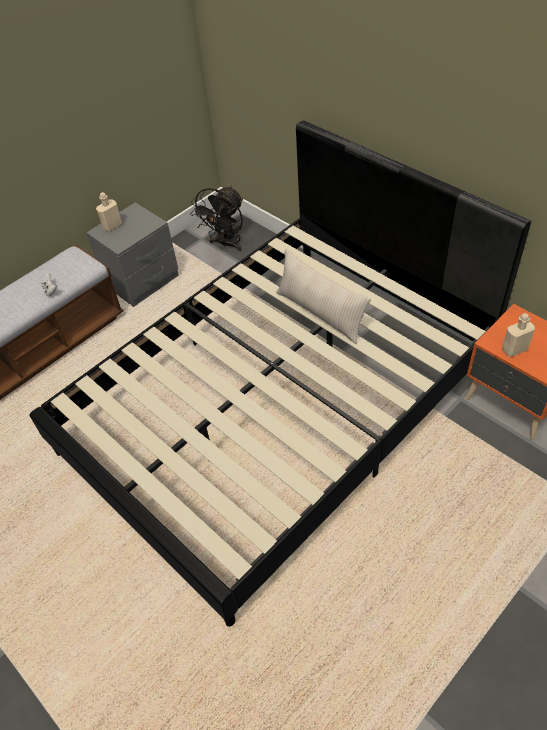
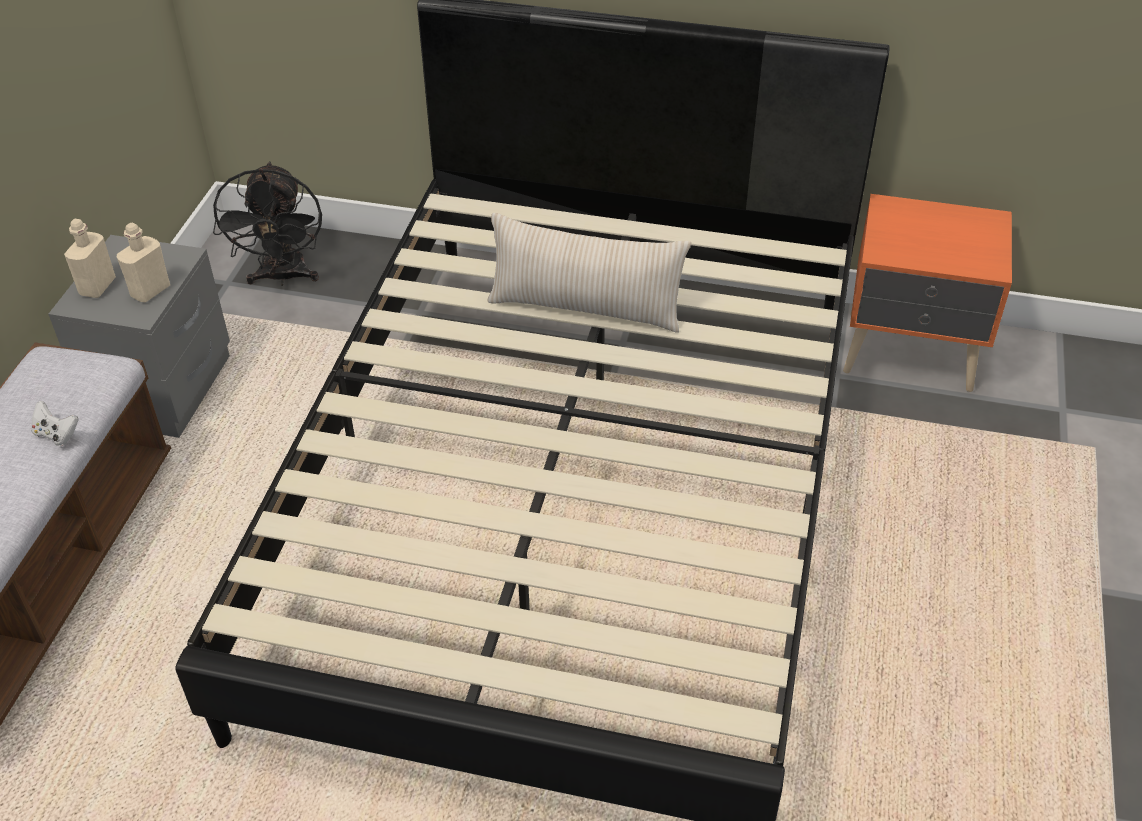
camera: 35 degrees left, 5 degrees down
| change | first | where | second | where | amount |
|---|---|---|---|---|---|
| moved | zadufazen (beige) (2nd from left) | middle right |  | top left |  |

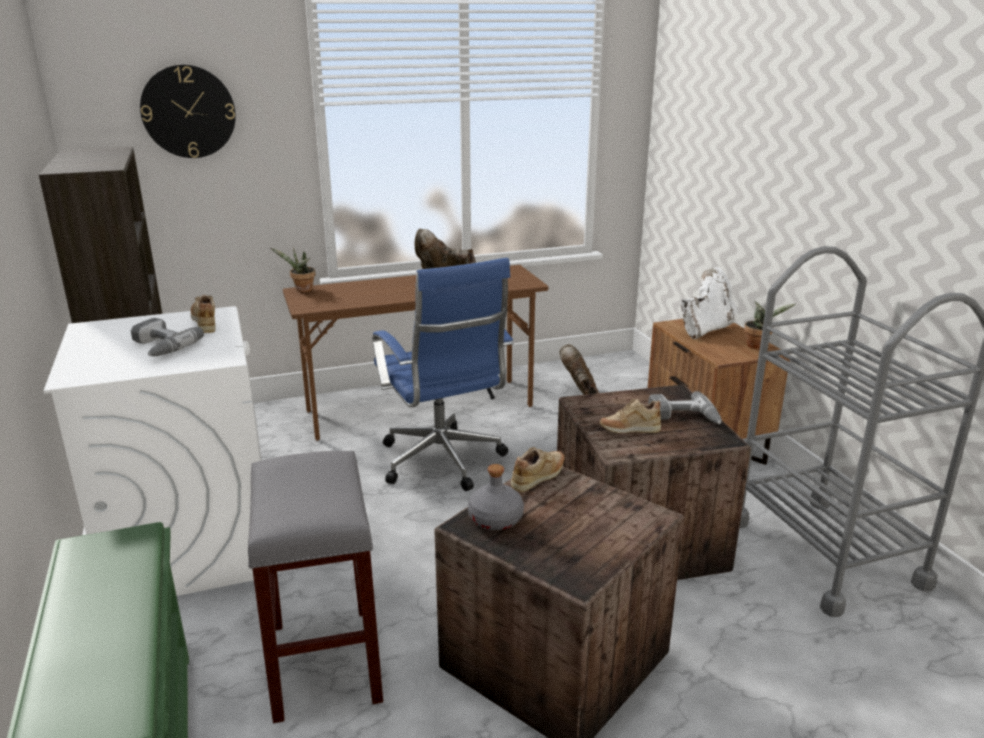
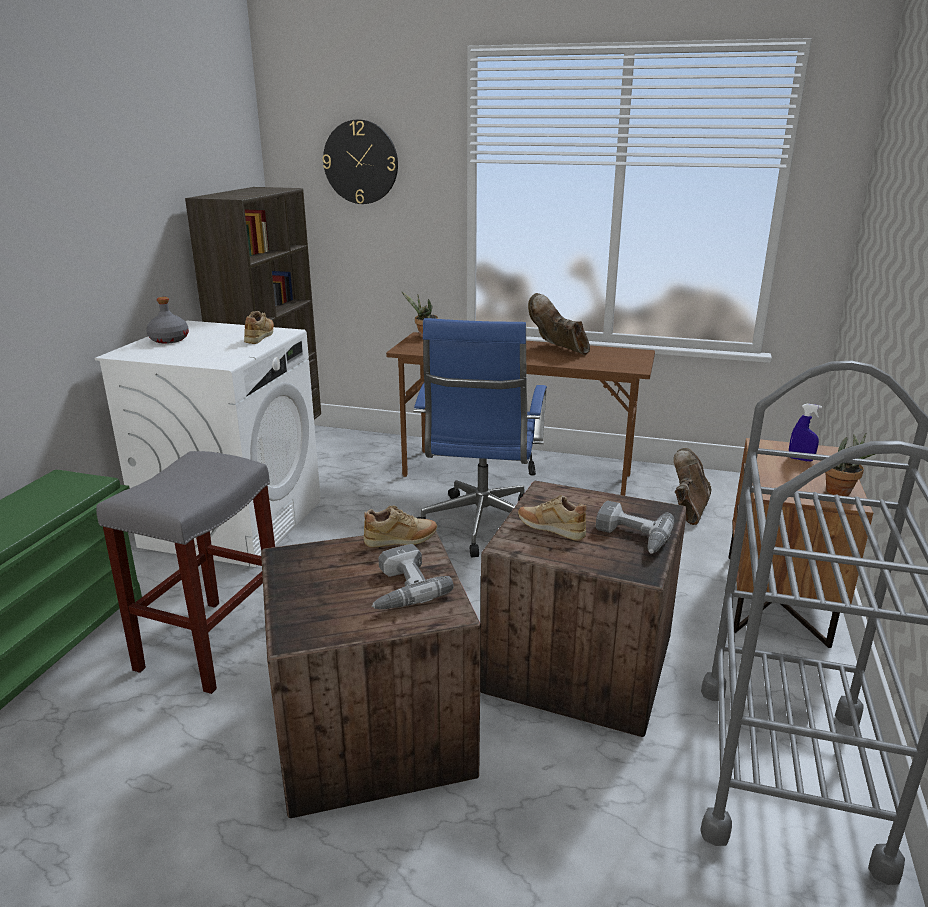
camera: 35 degrees right, 0 degrees up
| change | first | where | second | where | amount |
|---|---|---|---|---|---|
| moved | zadufazen (grey) | bottom centre |  | middle left |  |
| moved | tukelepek (1st from left) | middle left |  | centre |  |
| replaced | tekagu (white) | middle right | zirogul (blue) | middle right |  |

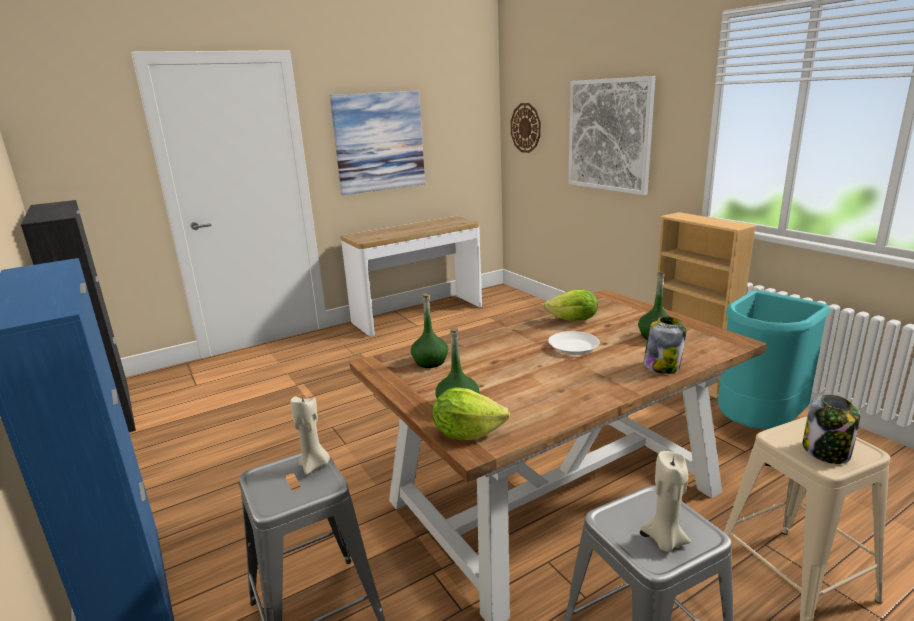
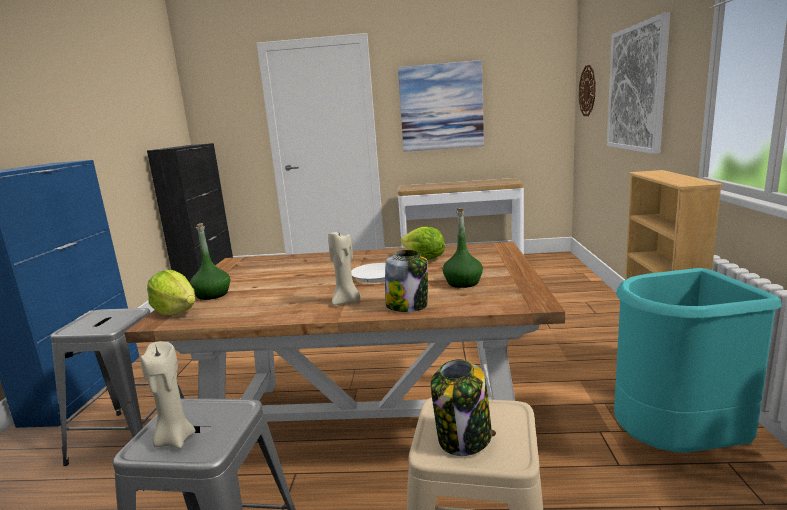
camera: 35 degrees right, 5 degrees down
| change | first | where | second | where | amount |
|---|---|---|---|---|---|
| moved | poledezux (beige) (1st from left in the first image) | bottom centre | poledezux (beige) (2nd from left) | centre |  |
| removed | zadufazen (green) (1st from left) | centre |  |  |  |

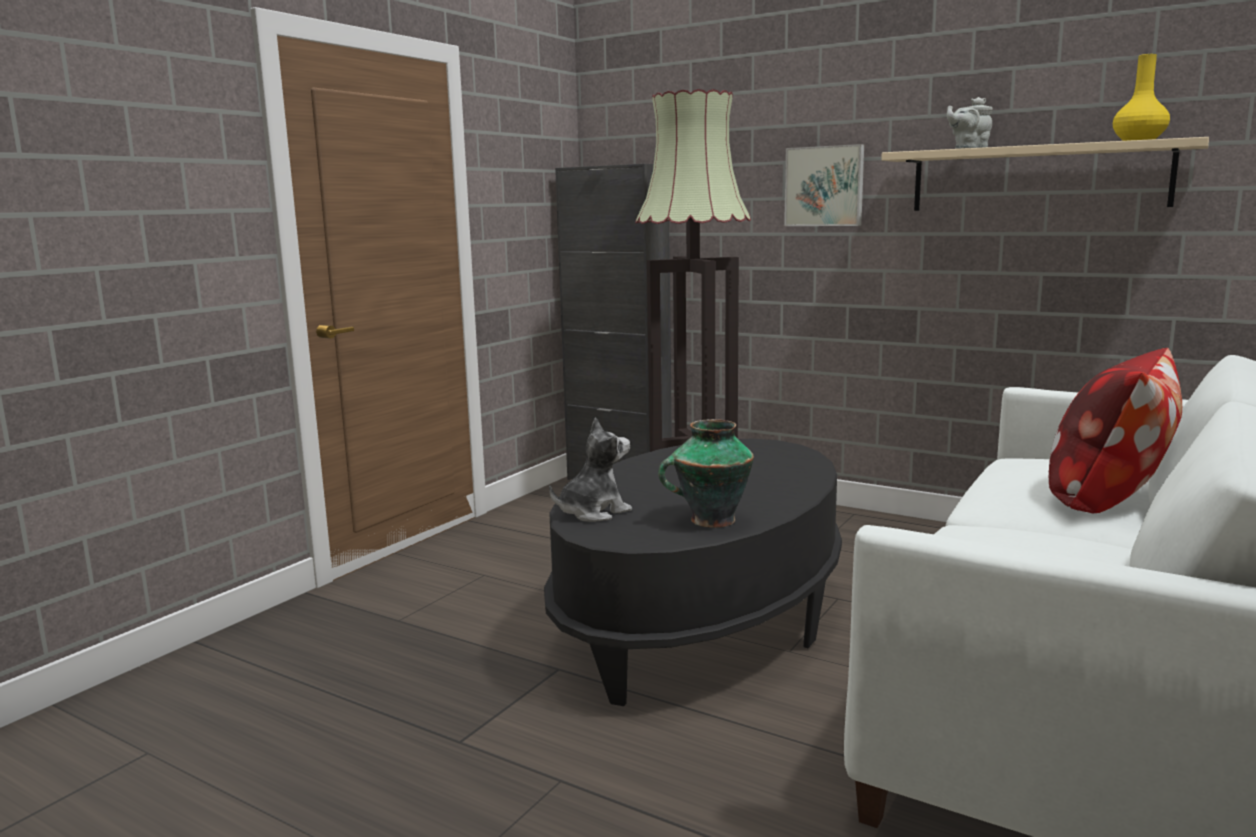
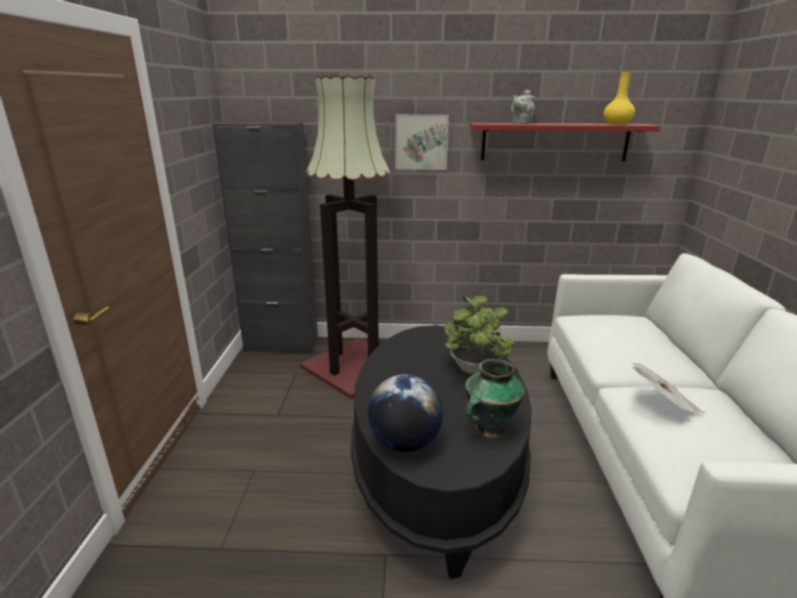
camera: 30 degrees left, 10 degrees up
| change | first | where | second | where | amount |
|---|---|---|---|---|---|
| replaced | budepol | centre | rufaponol | bottom centre |  |
| added |  |  | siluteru | centre |  |
| recoloured | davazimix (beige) | top right | davazimix (red) | top right |  |
| added |  |  | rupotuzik | middle right |  |
| removed | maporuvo | middle right |  |  |  |

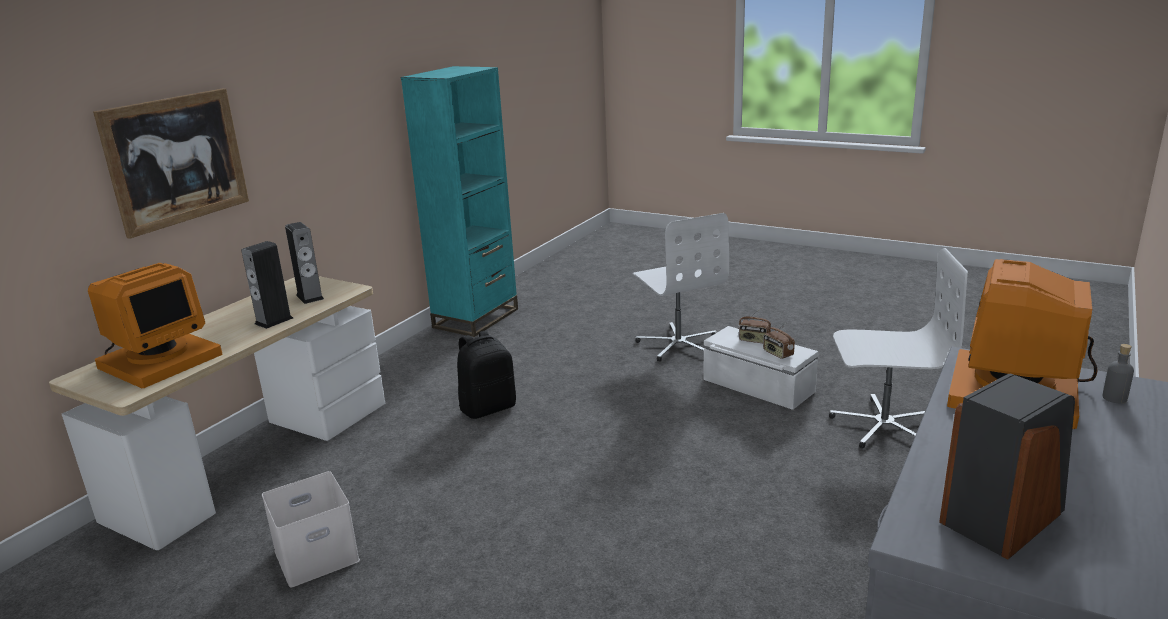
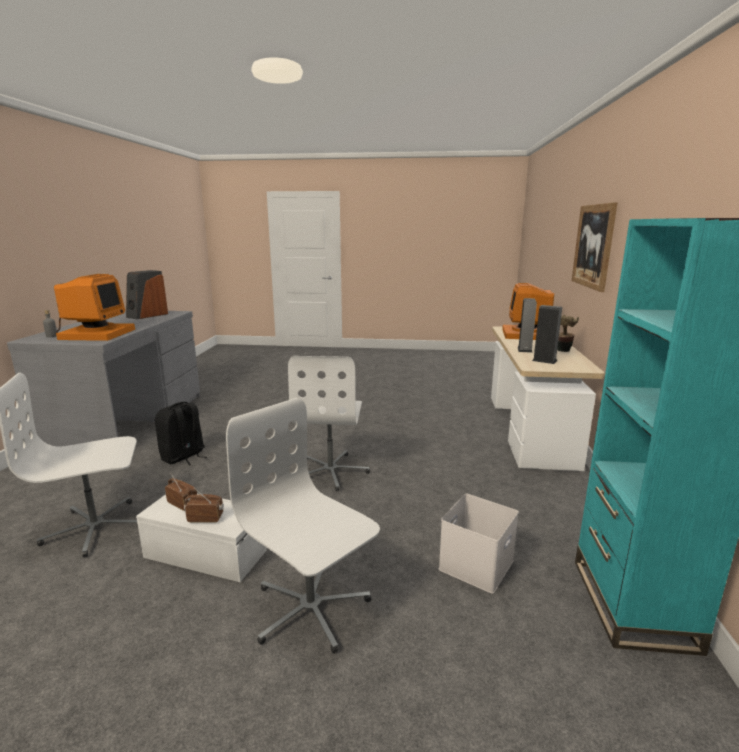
camera: 155 degrees right, 5 degrees down
| change | first | where | second | where | amount |
|---|---|---|---|---|---|
| moved | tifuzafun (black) | centre |  | middle left |  |
| added |  |  | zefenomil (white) (3rd from left) | centre |  |
| moved | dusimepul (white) (1st from left in the first image) | bottom left | dusimepul (white) (2nd from left) | bottom centre |  |
| added |  |  | siluteru | middle right |  |

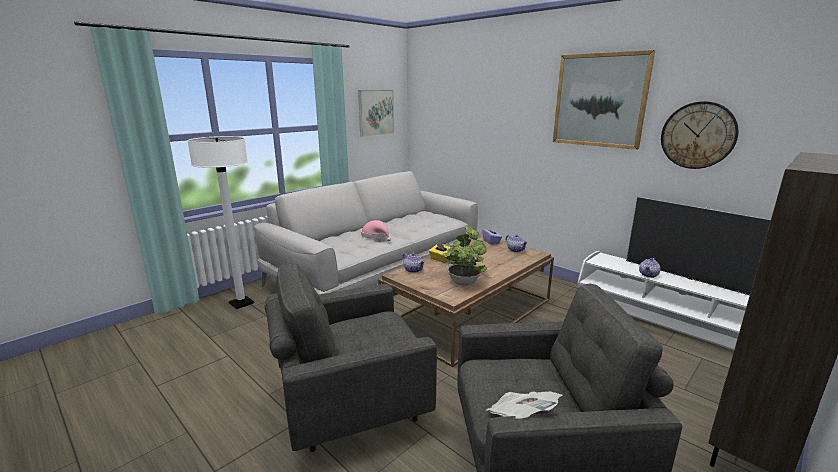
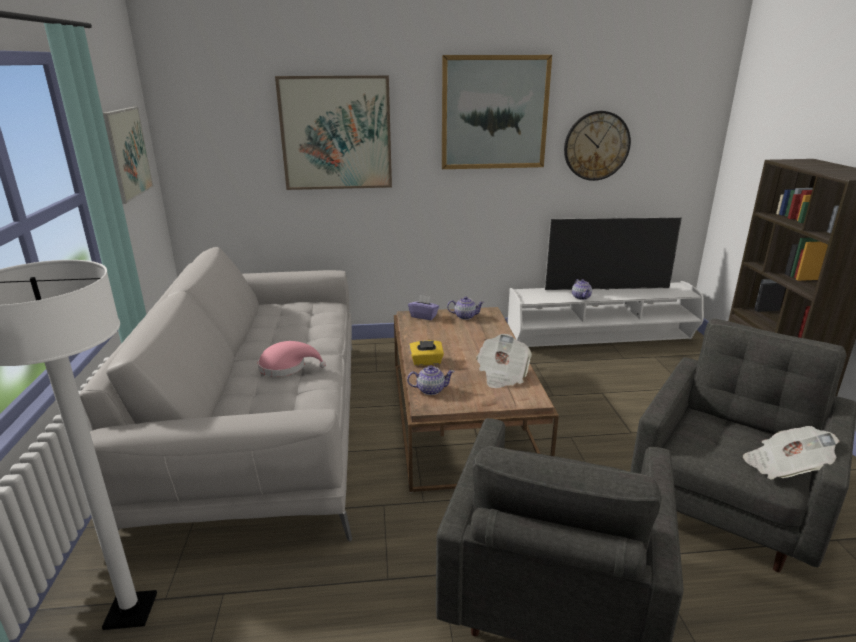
camera: 50 degrees left, 5 degrees up
| change | first | where | second | where | amount |
|---|---|---|---|---|---|
| added |  |  | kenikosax (2nd from left) | top centre |  |
| replaced | siluteru | centre | rupotuzik (1st from left) | centre |  |

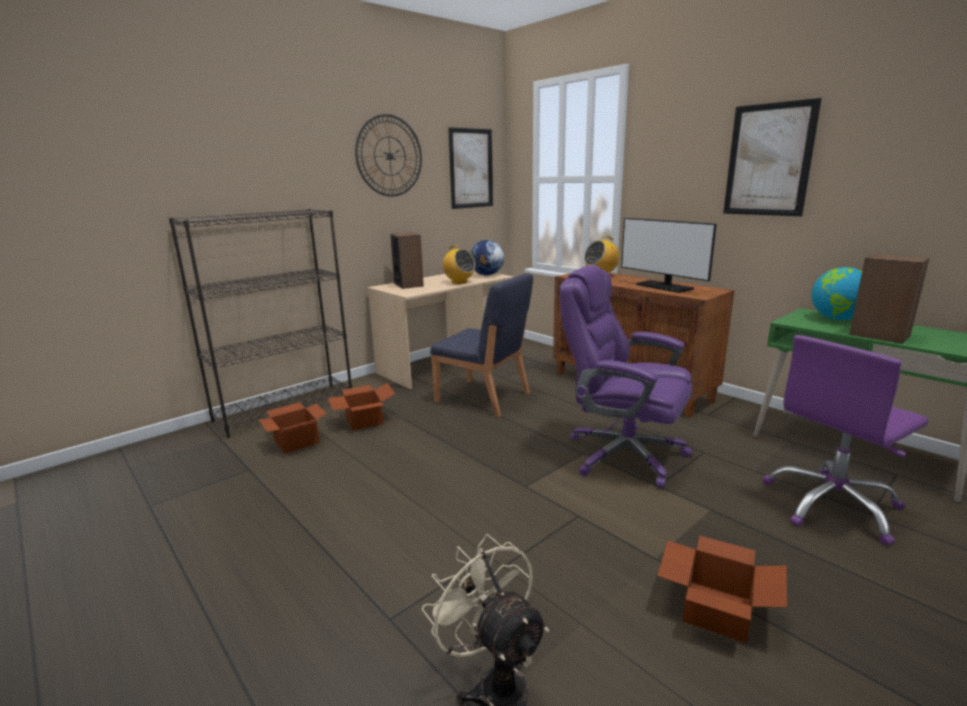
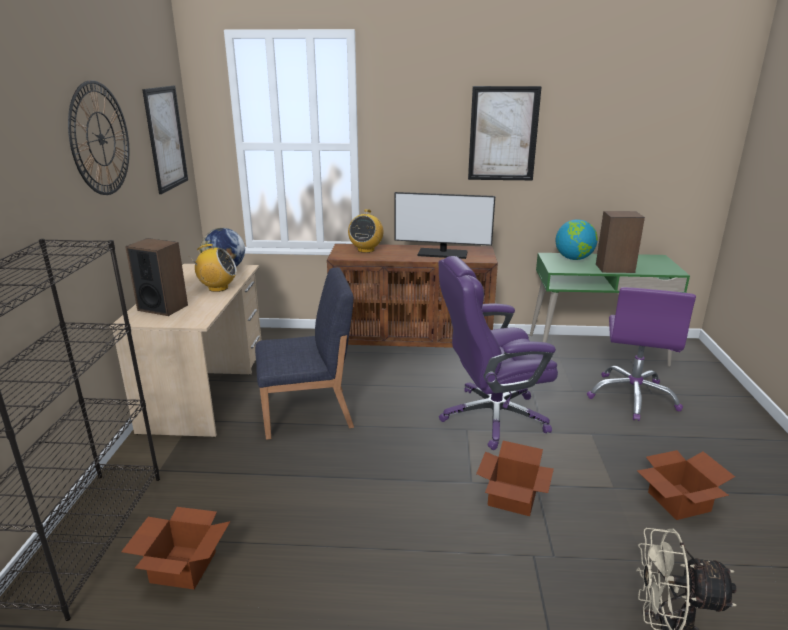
camera: 45 degrees left, 5 degrees up
| change | first | where | second | where | amount |
|---|---|---|---|---|---|
| moved | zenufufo (2nd from left) | centre |  | bottom centre |  |

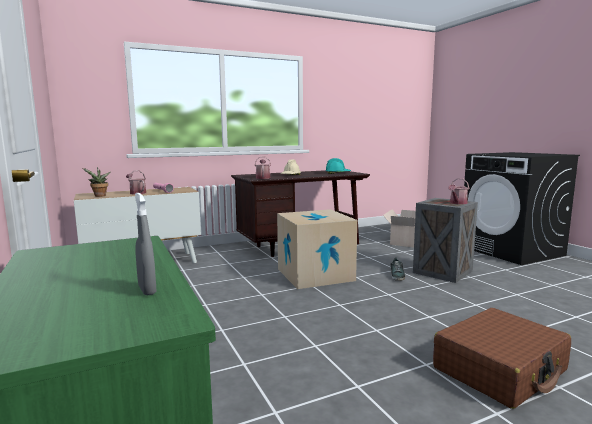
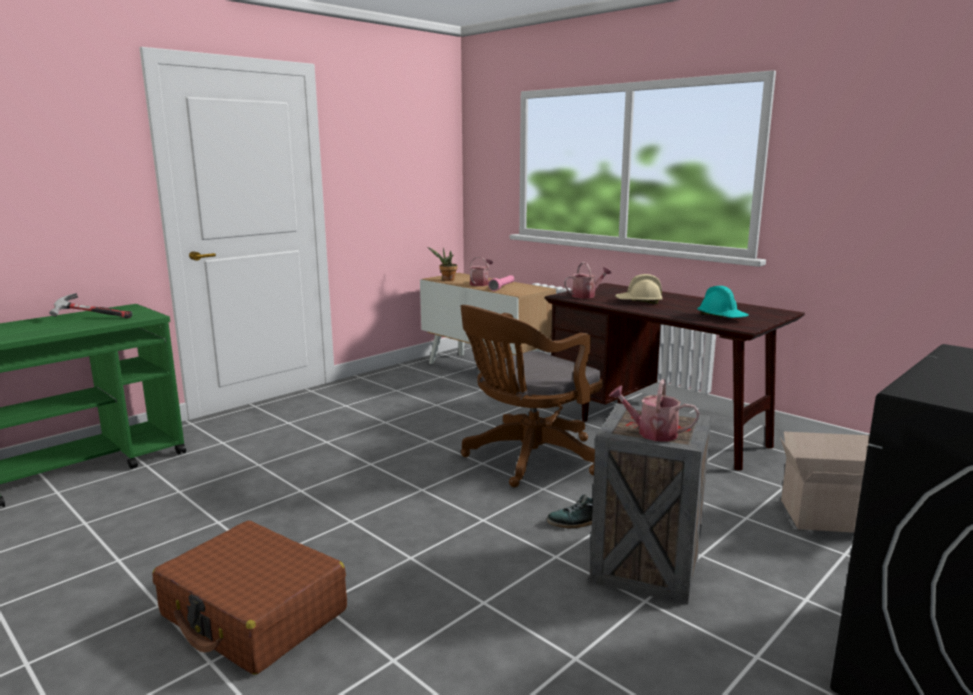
camera: 70 degrees right, 5 degrees up
| change | first | where | second | where | amount |
|---|---|---|---|---|---|
| added |  |  | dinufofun | middle left |  |
| replaced | zenufufo (1st from left) | centre | zefenomil (brown) | centre |  |
| removed | zirogul (grey) | middle left |  |  |  |

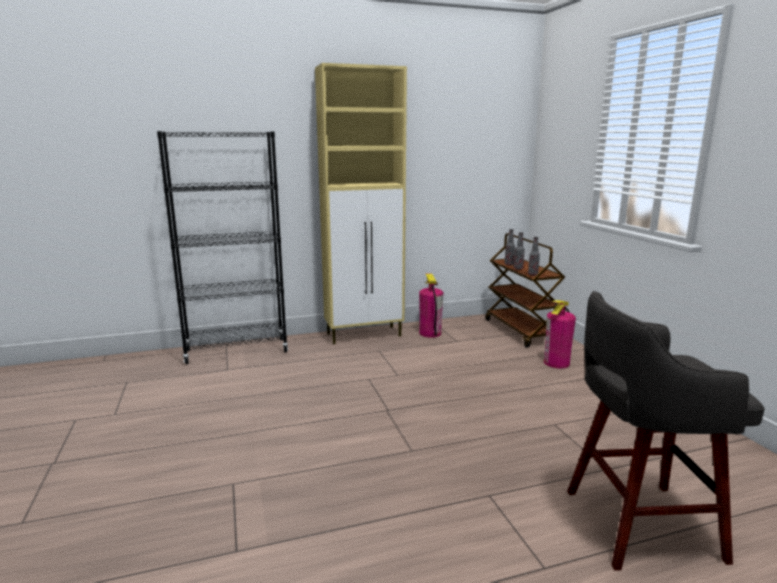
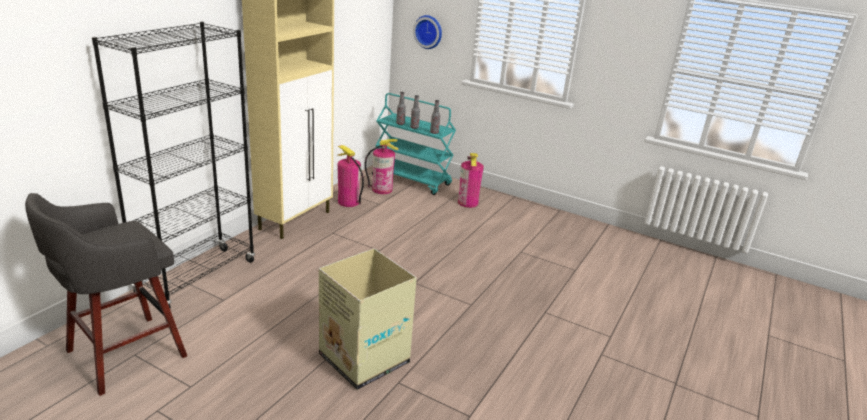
camera: 45 degrees left, 10 degrees up
| change | first | where | second | where | amount |
|---|---|---|---|---|---|
| moved | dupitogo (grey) | bottom right |  | bottom left |  |
| added |  |  | zenufufo | bottom centre |  |
| added |  |  | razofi (2nd from left) | centre |  |
| recoloured | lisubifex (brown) | middle right | lisubifex (turquoise) | centre |  |
| added |  |  | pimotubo | top centre |  |

